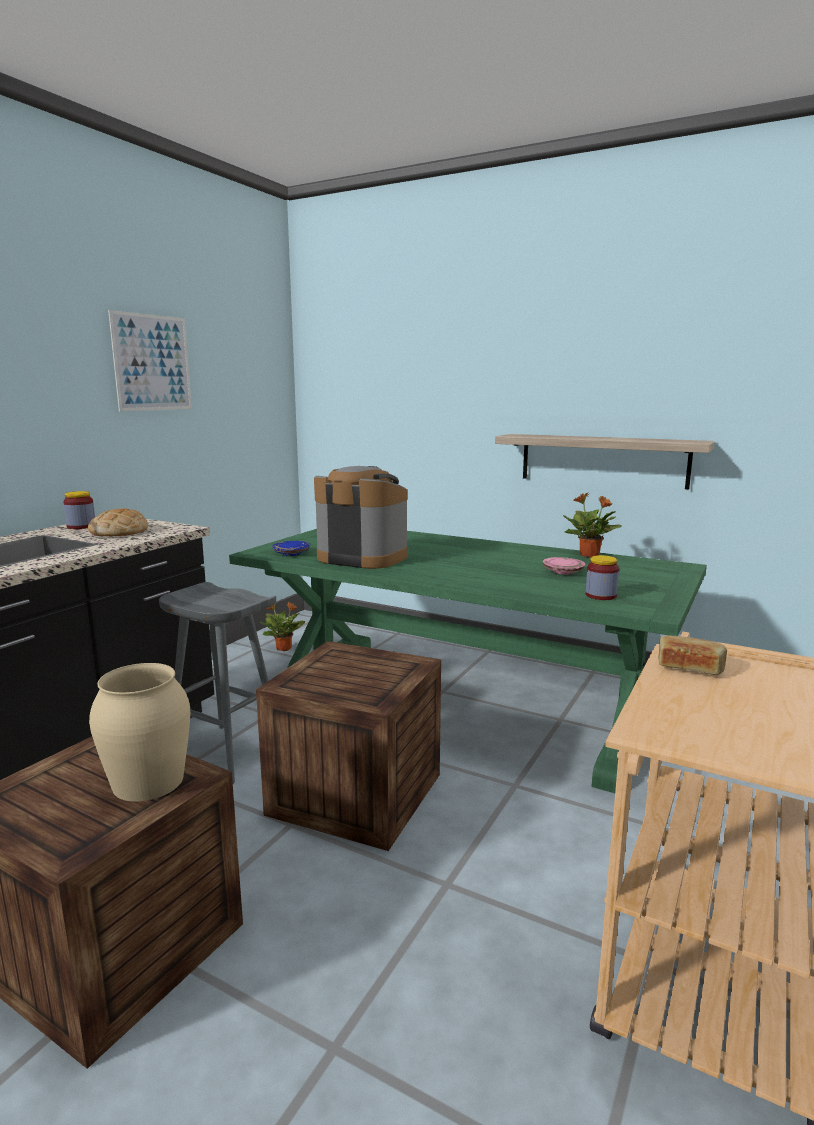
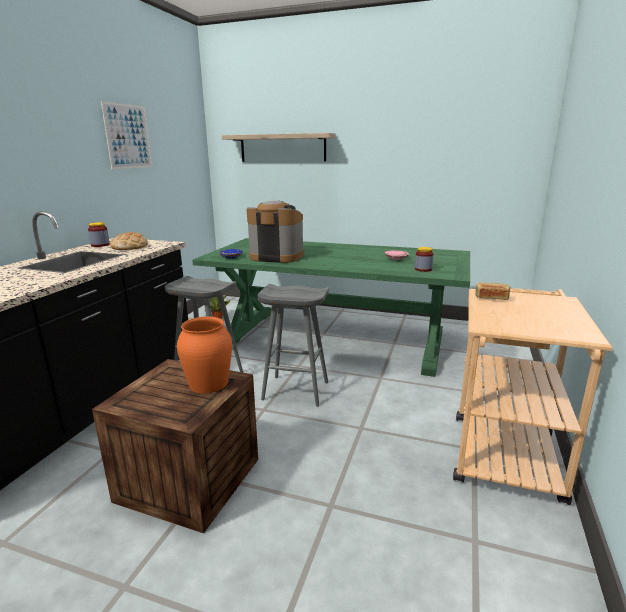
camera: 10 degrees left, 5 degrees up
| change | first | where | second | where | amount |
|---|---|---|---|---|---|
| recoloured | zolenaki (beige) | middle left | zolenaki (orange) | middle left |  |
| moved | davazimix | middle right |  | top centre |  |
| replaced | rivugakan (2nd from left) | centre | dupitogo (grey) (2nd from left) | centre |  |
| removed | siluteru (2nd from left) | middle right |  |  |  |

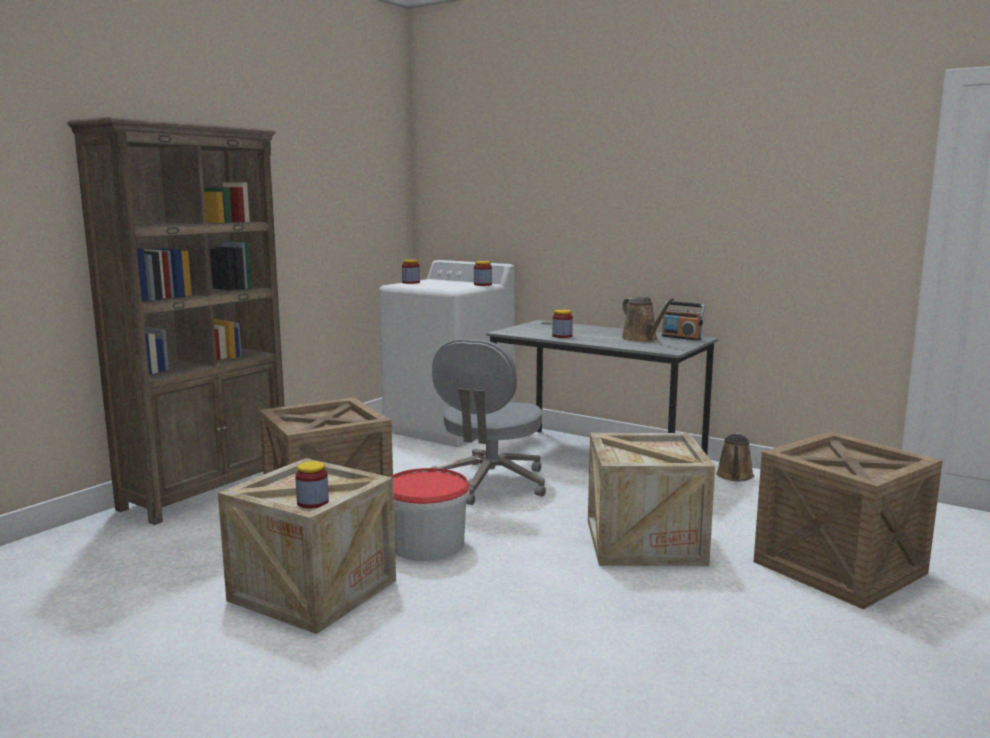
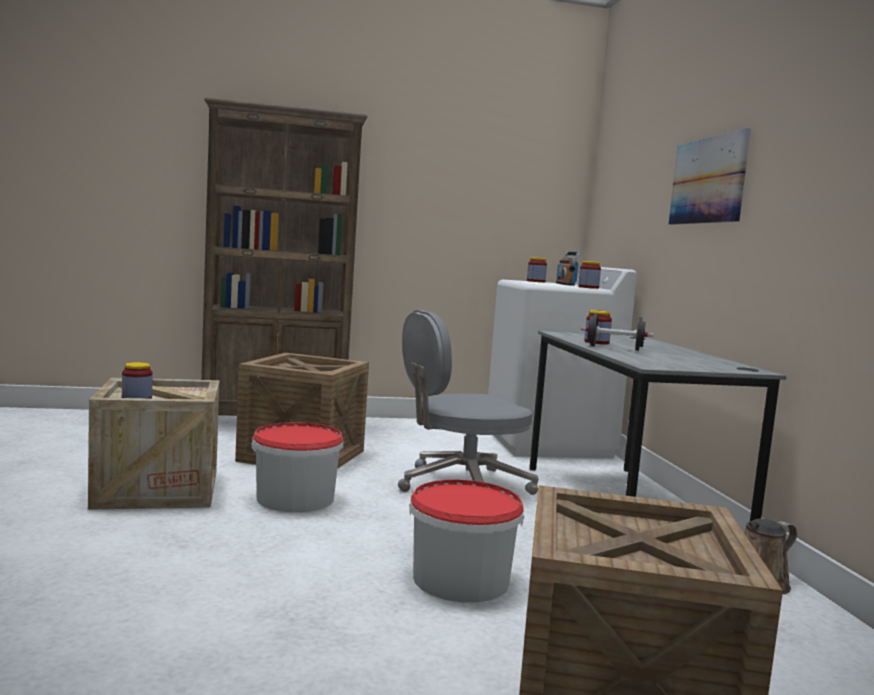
camera: 45 degrees right, 5 degrees down
| change | first | where | second | where | amount |
|---|---|---|---|---|---|
| replaced | rivugakan (3rd from left) | bottom centre | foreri (2nd from left) | bottom centre |  |
| moved | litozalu | middle right |  | centre |  |
| added |  |  | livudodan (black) | middle right |  |
| added |  |  | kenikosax | top right |  |
| removed | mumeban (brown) (1st from left) | centre |  |  |  |

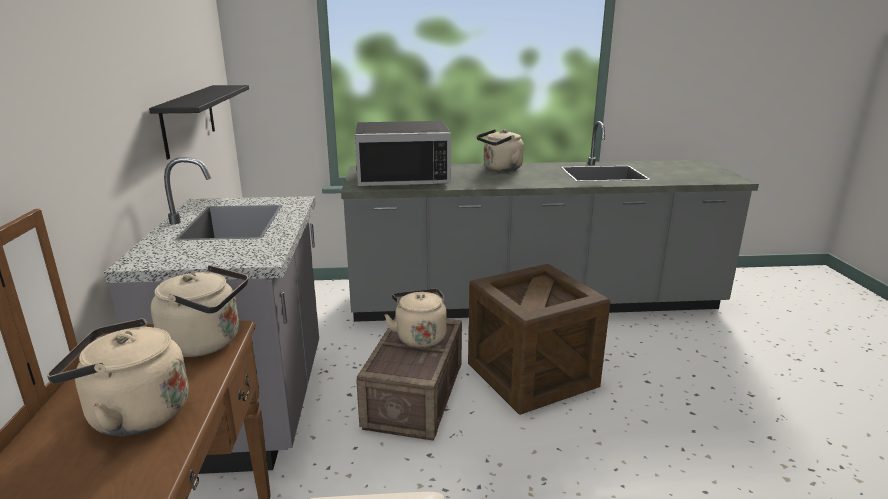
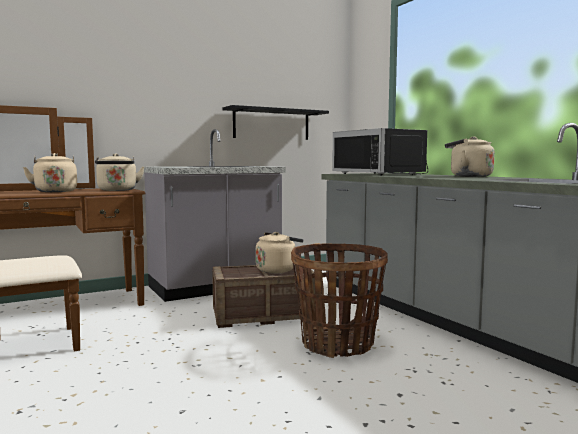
camera: 65 degrees right, 15 degrees down
| change | first | where | second | where | amount |
|---|---|---|---|---|---|
| replaced | rivugakan (2nd from left) | bottom centre | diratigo | bottom centre |  |

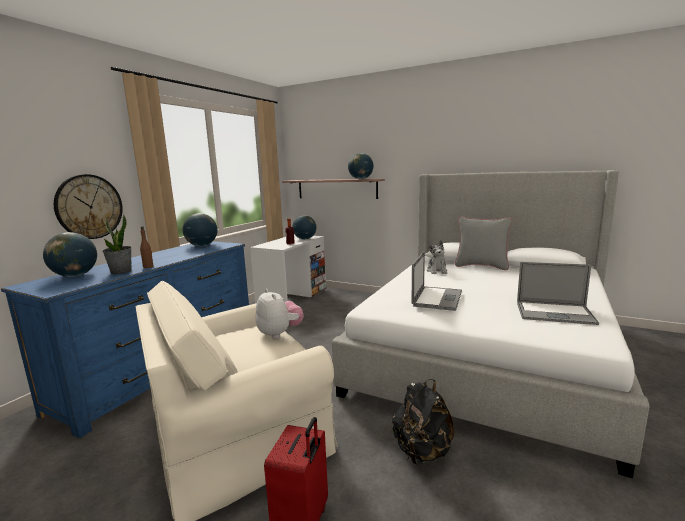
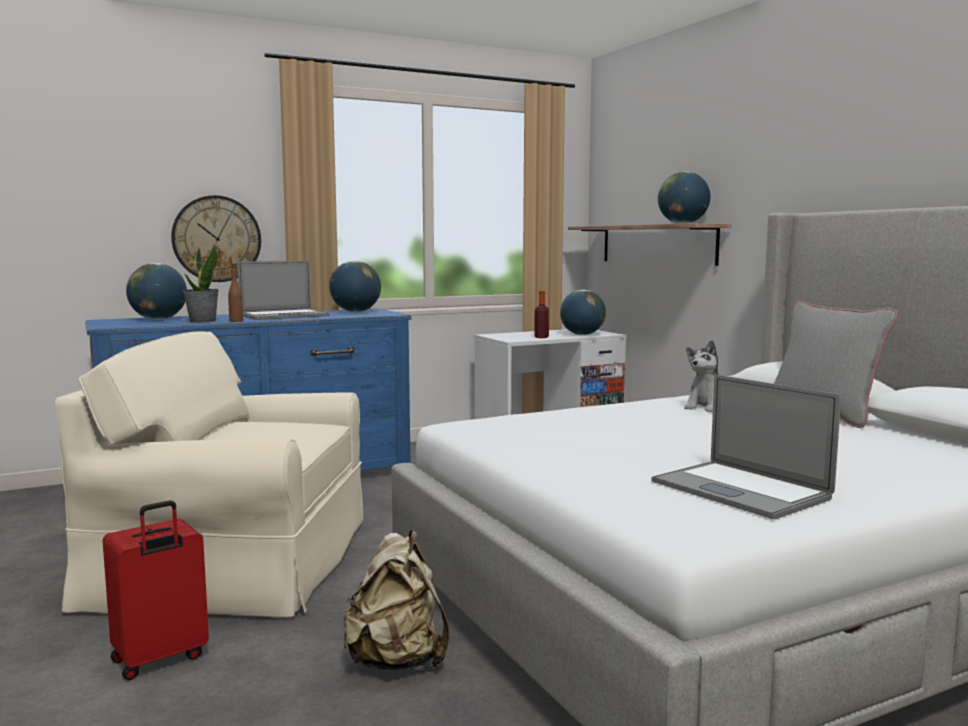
camera: 35 degrees right, 5 degrees down
| change | first | where | second | where | amount |
|---|---|---|---|---|---|
| moved | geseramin (1st from left) | centre |  | middle left |  |
| recoloured | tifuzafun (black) | bottom centre | tifuzafun (beige) | bottom centre |  |
| removed | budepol (1st from left) | centre |  |  |  |

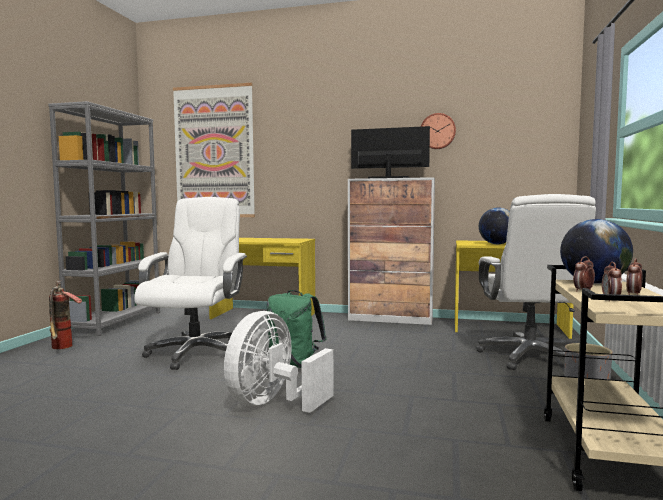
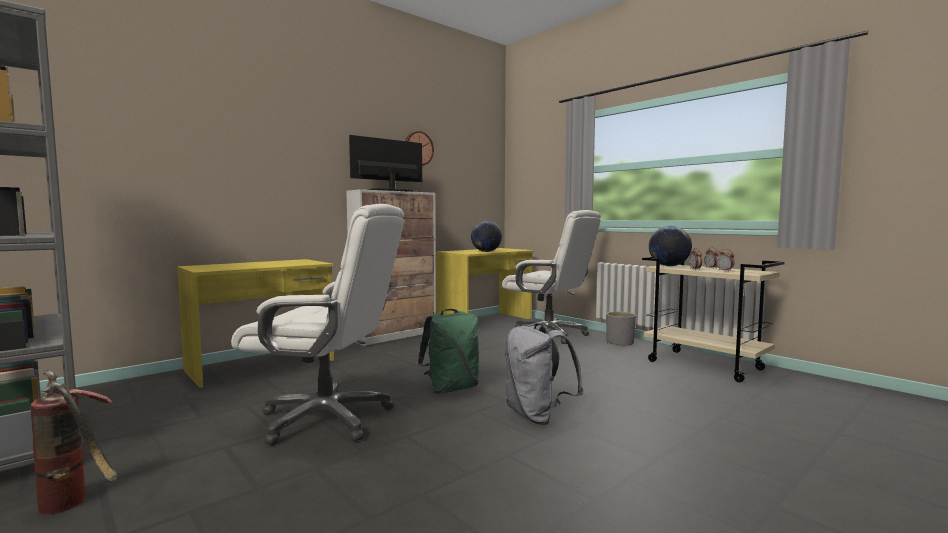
camera: 55 degrees left, 0 degrees up
| change | first | where | second | where | amount |
|---|---|---|---|---|---|
| turned | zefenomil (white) (1st from left) | middle left |  | centre | 150 degrees clockwise |
| replaced | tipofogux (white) | bottom centre | tifuzafun (grey) | bottom centre |  |
| removed | kenikosax | top left |  |  |  |

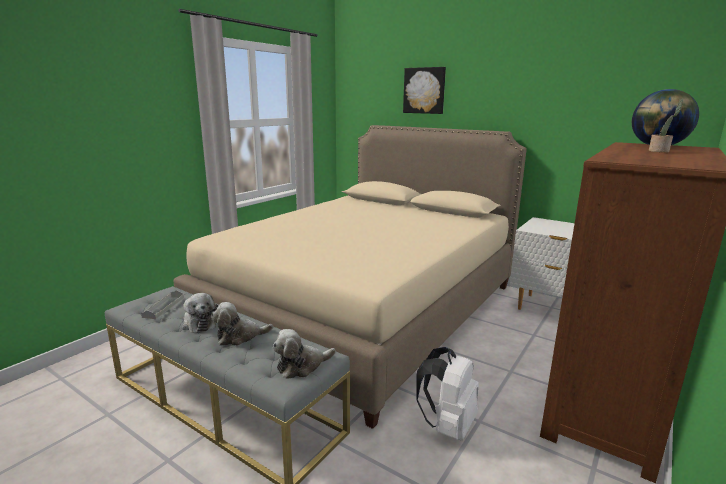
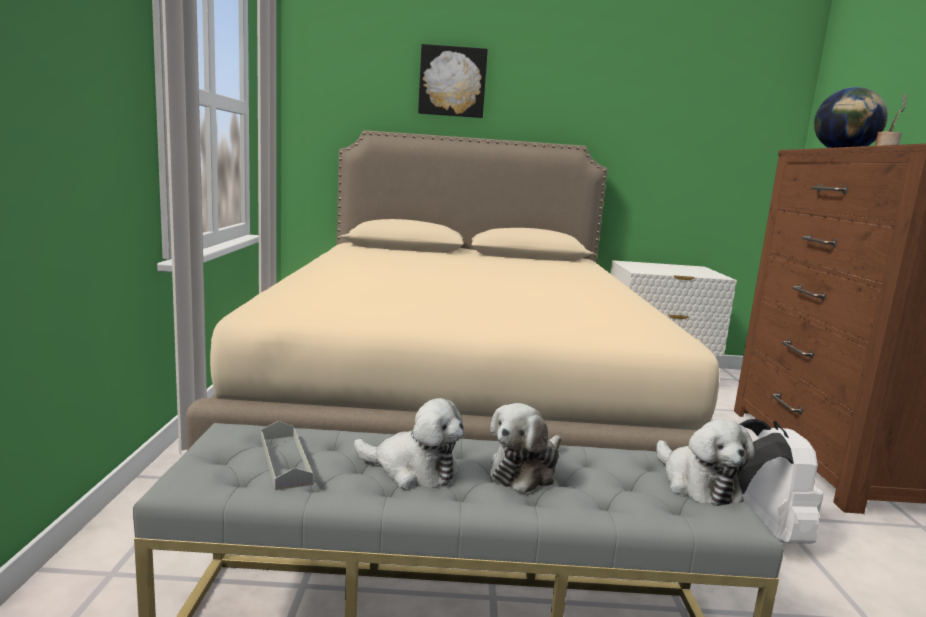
camera: 35 degrees left, 5 degrees down
| change | first | where | second | where | amount |
|---|---|---|---|---|---|
| turned | budepol (3rd from left) | bottom centre |  | bottom right | 45 degrees counterclockwise |

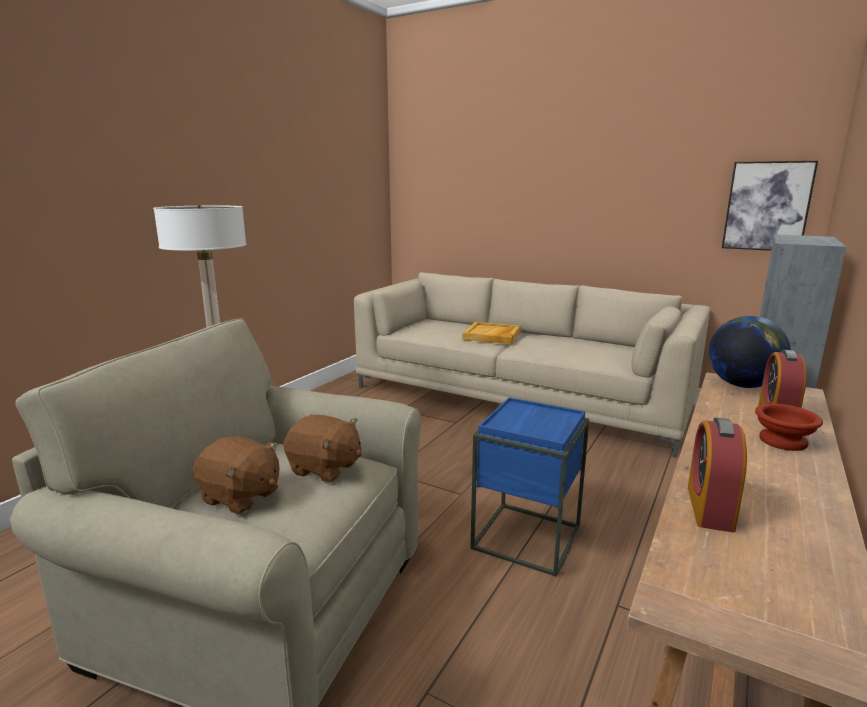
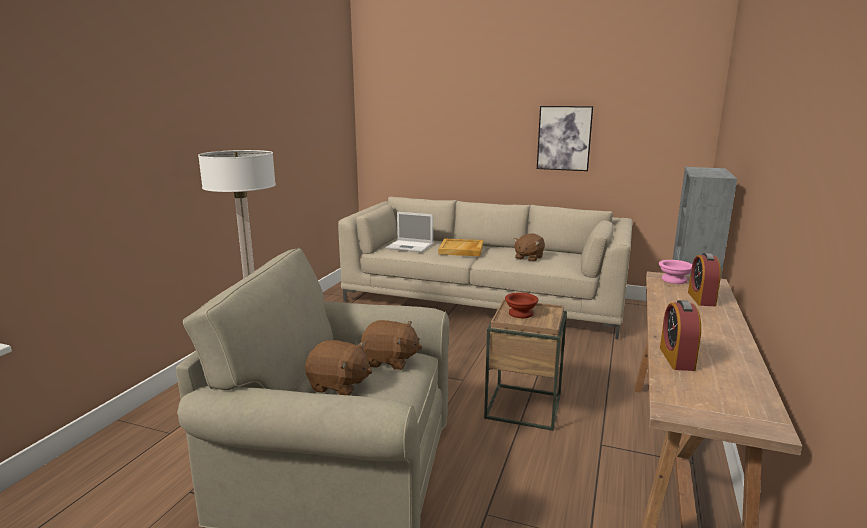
camera: 10 degrees left, 0 degrees up
| change | first | where | second | where | amount |
|---|---|---|---|---|---|
| added |  |  | geseramin | centre |  |
| recoloured | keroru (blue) | bottom centre | keroru (brown) | bottom centre |  |
| moved | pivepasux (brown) | middle right |  | centre |  |
| added |  |  | budepol (brown) (3rd from left) | centre |  |
| moved | kenikosax | top right |  | top centre |  |
| replaced | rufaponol | middle right | pivepasux (pink) | middle right |  |

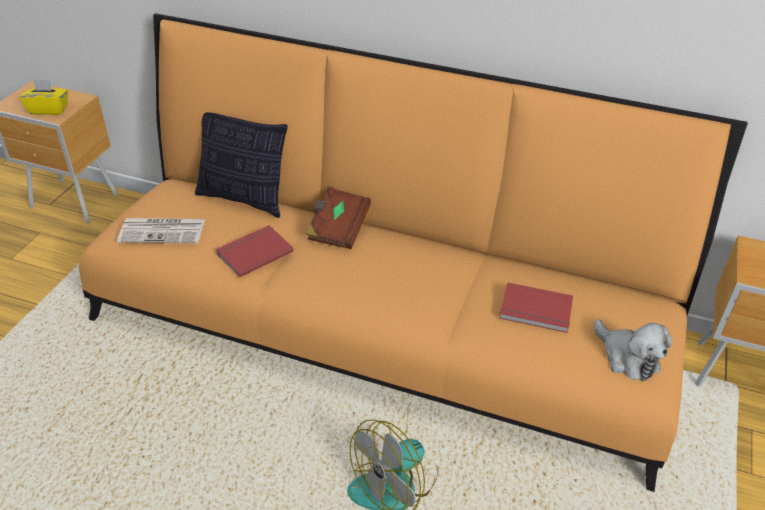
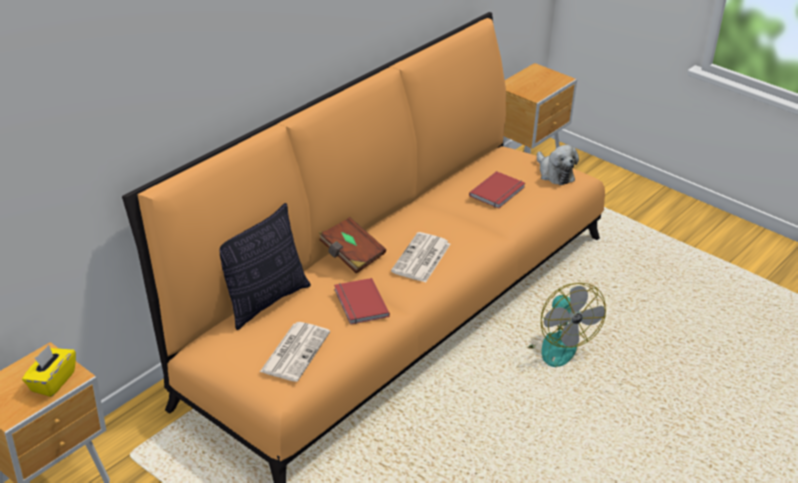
camera: 70 degrees left, 5 degrees down
| change | first | where | second | where | amount |
|---|---|---|---|---|---|
| added |  |  | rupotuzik (2nd from left) | centre |  |
| turned | budepol | bottom right |  | middle right | 75 degrees clockwise |

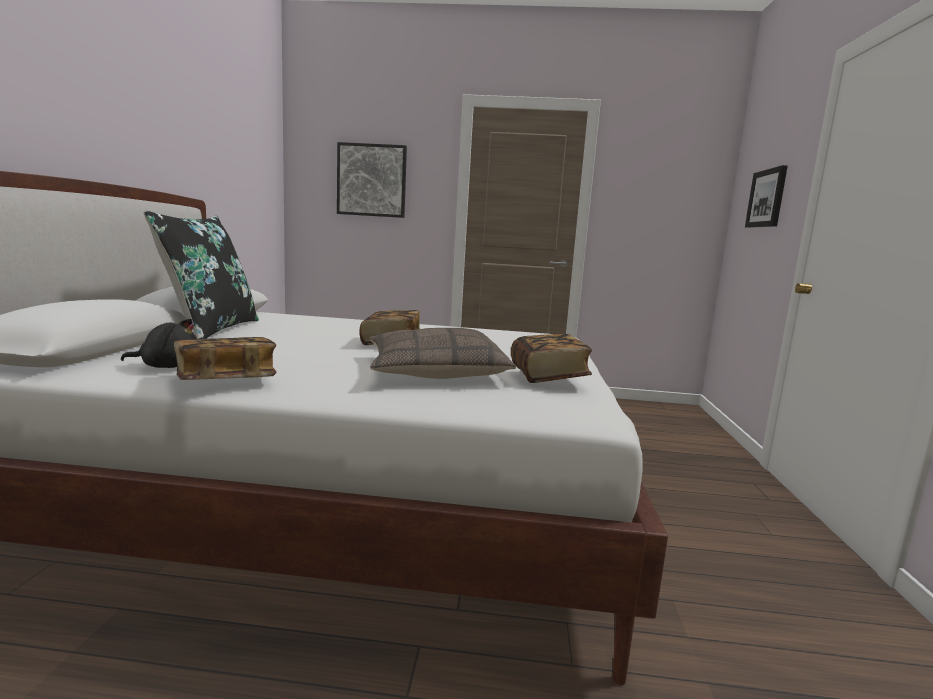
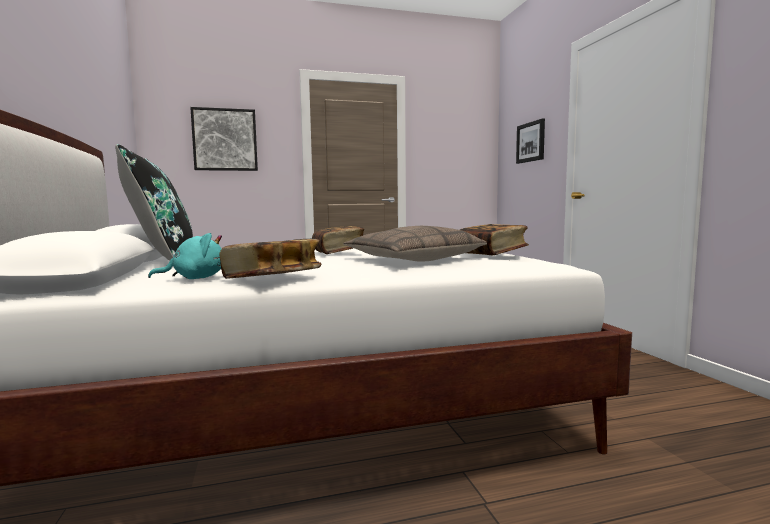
camera: 20 degrees left, 5 degrees down
| change | first | where | second | where | amount |
|---|---|---|---|---|---|
| recoloured | budepol (black) | middle left | budepol (turquoise) | middle left |  |

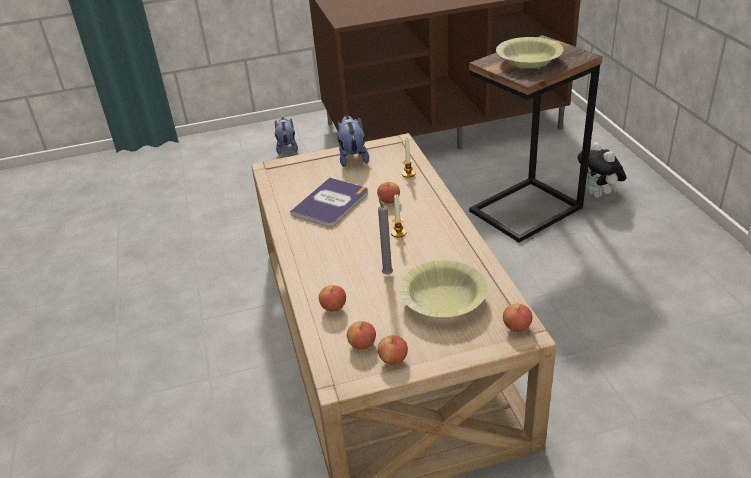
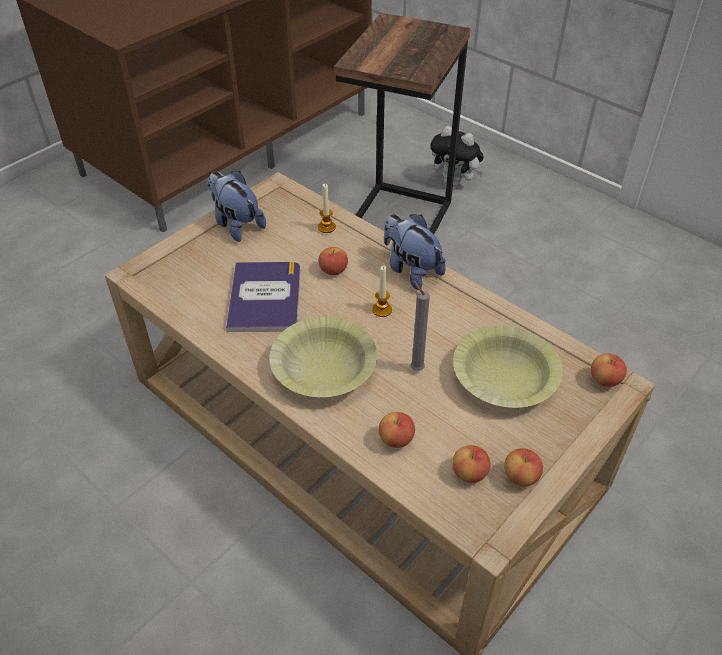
camera: 35 degrees left, 10 degrees up
| change | first | where | second | where | amount |
|---|---|---|---|---|---|
| moved | pivepasux (yellow) (2nd from left in the first image) | top right | pivepasux (yellow) (1st from left) | centre |  |
| moved | budepol (1st from left in the first image) | top centre | budepol (2nd from left) | centre |  |

